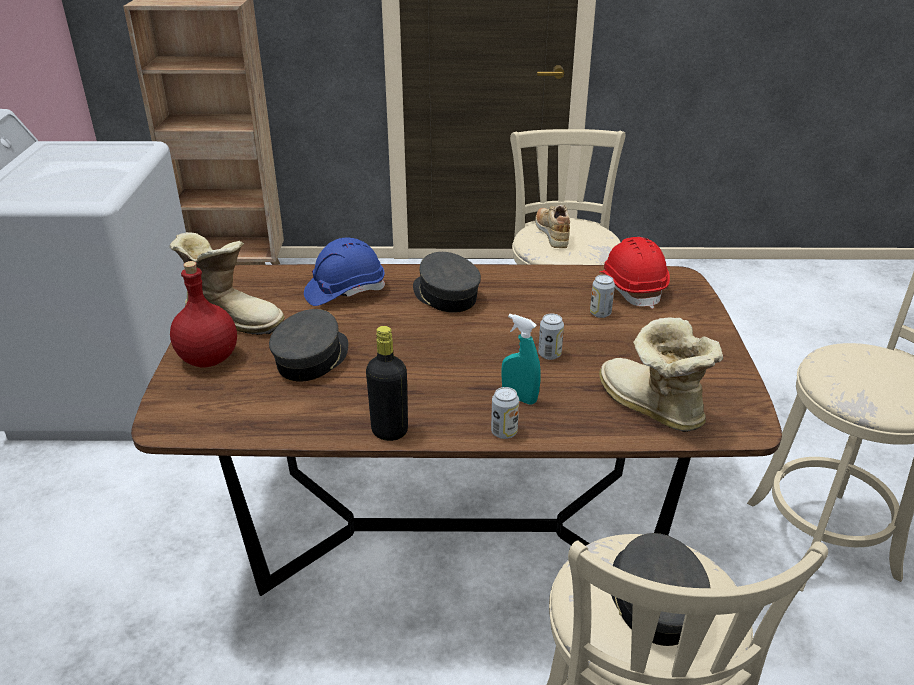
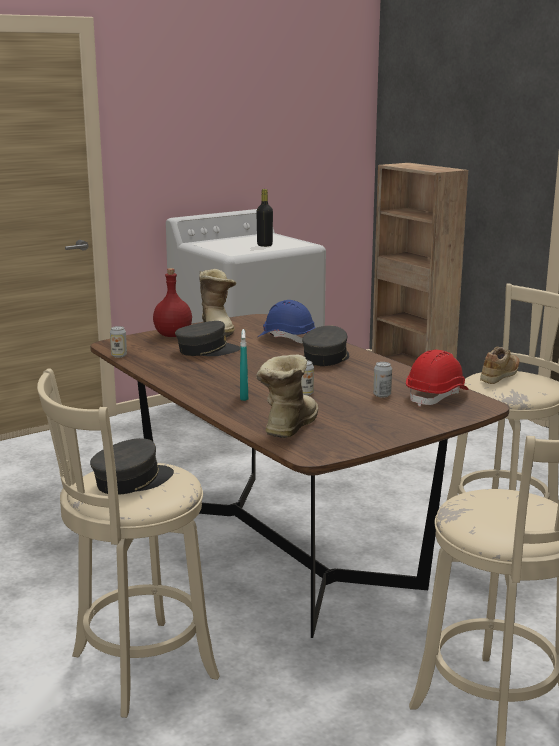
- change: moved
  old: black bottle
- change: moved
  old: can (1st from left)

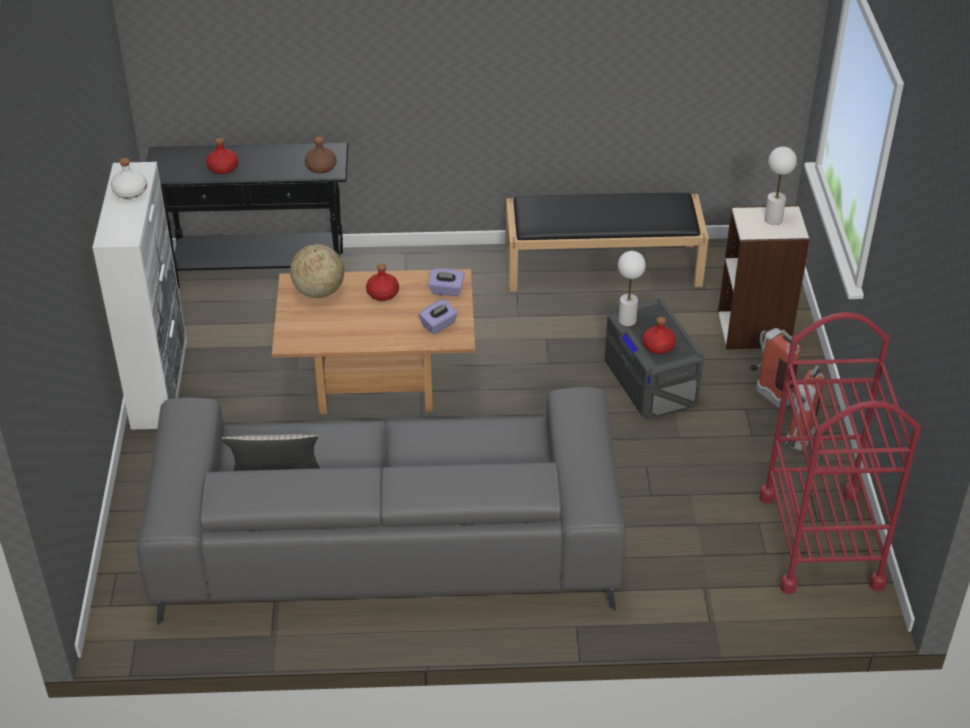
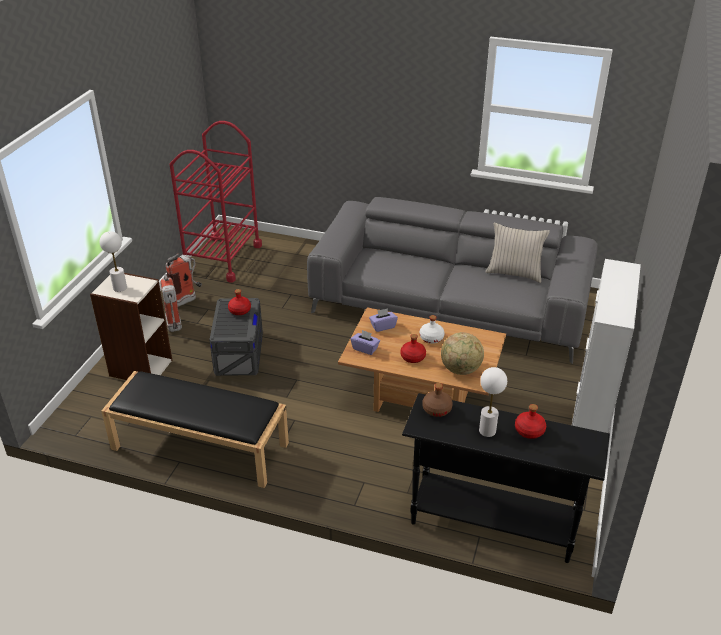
- change: moved
  old: white bottle
- change: moved
  old: white table lamp (1st from left in the first image)
  new: white table lamp (2nd from left)

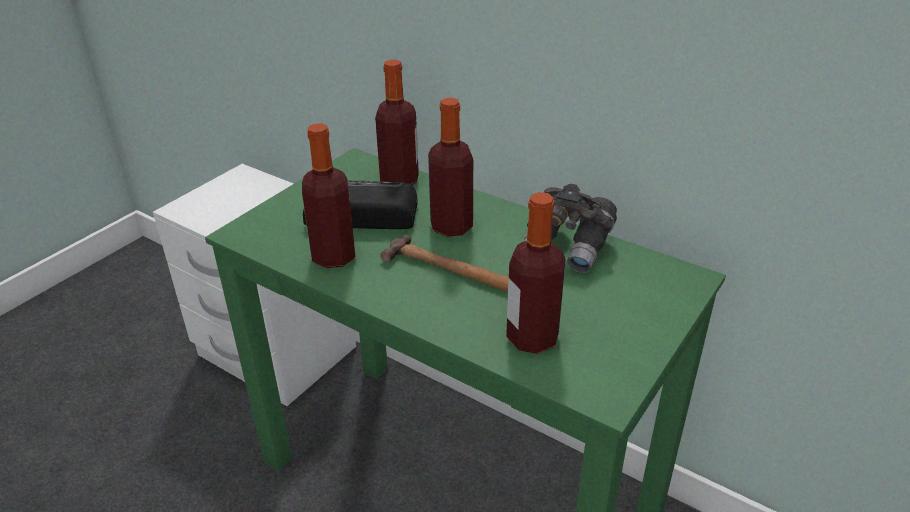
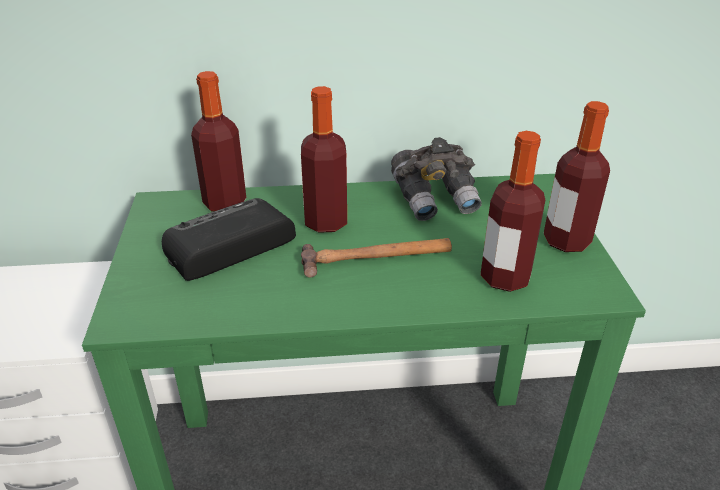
- change: moved
  old: bottle (1st from left in the first image)
  new: bottle (4th from left)

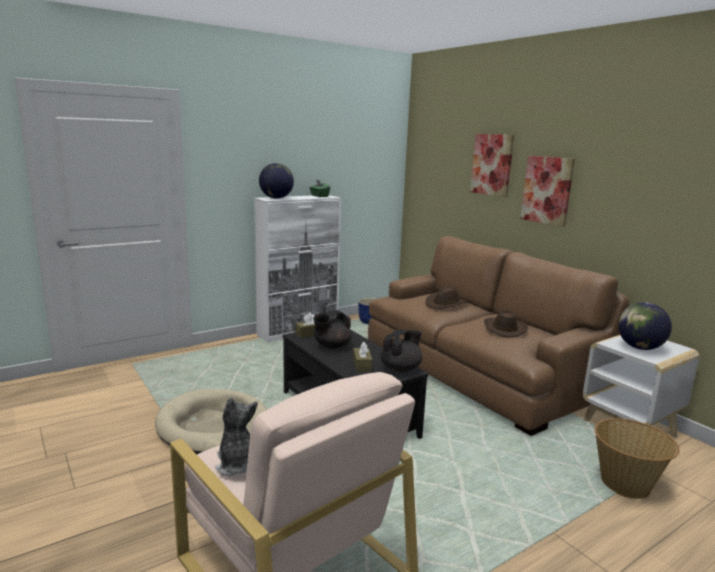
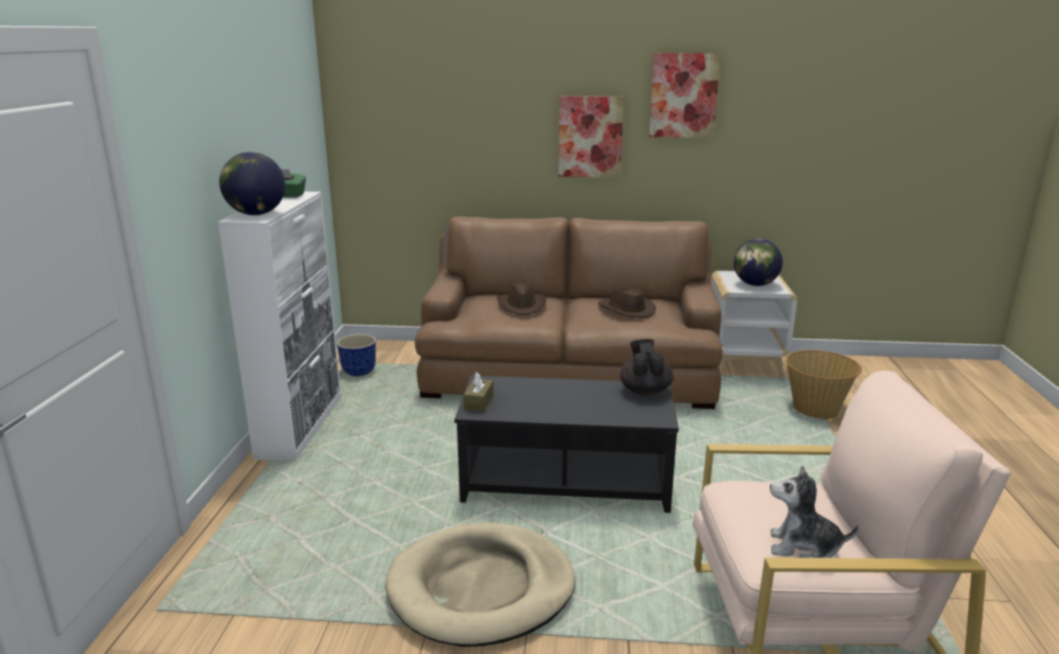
- change: removed
  old: black teapot (1st from left)
- change: removed
  old: brown tissue box (2nd from left)
- change: moved
  old: picture (1st from left in the first image)
  new: picture (2nd from left)

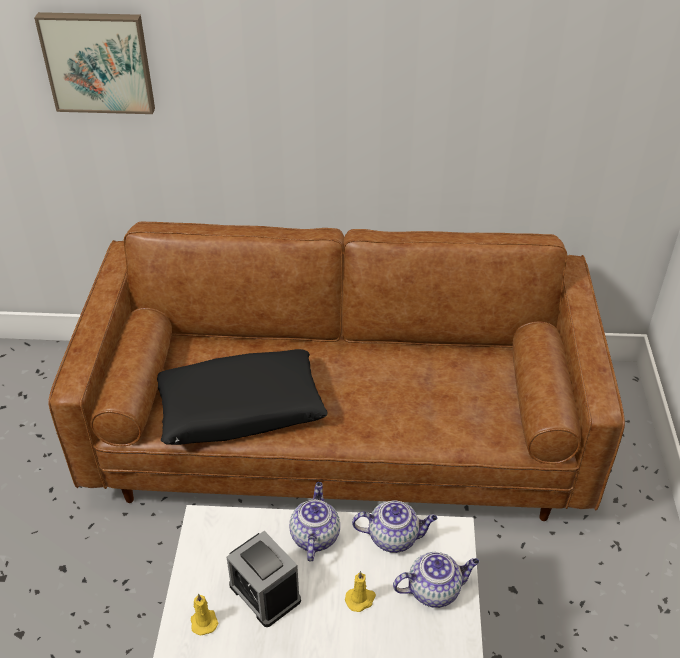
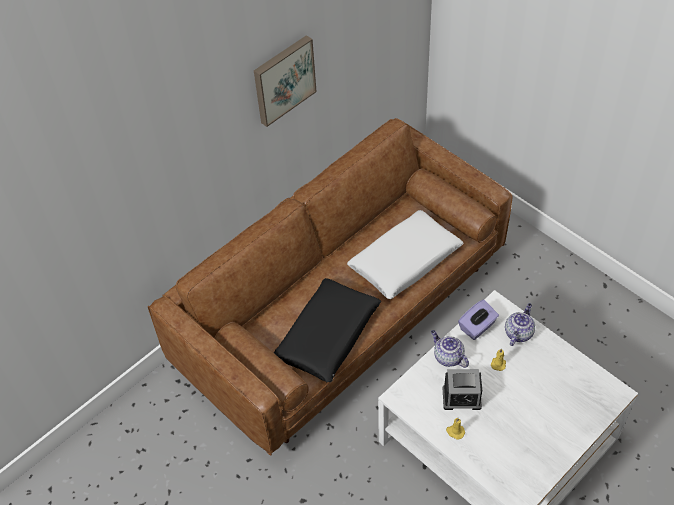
- change: added
  new: white pillow
- change: moved
  old: picture
- change: replaced
  old: teapot (2nd from left)
  new: purple tissue box

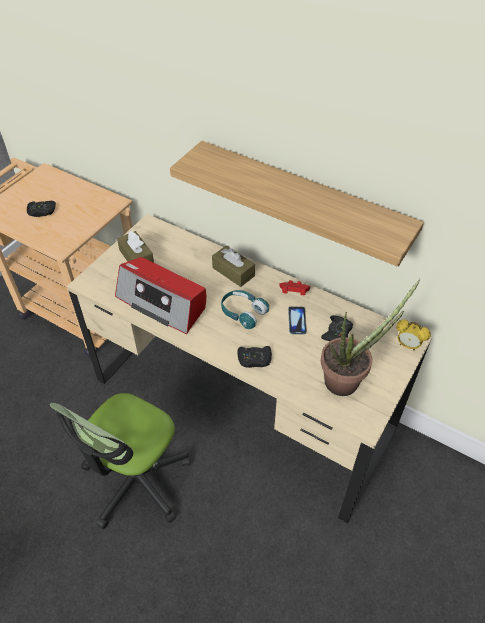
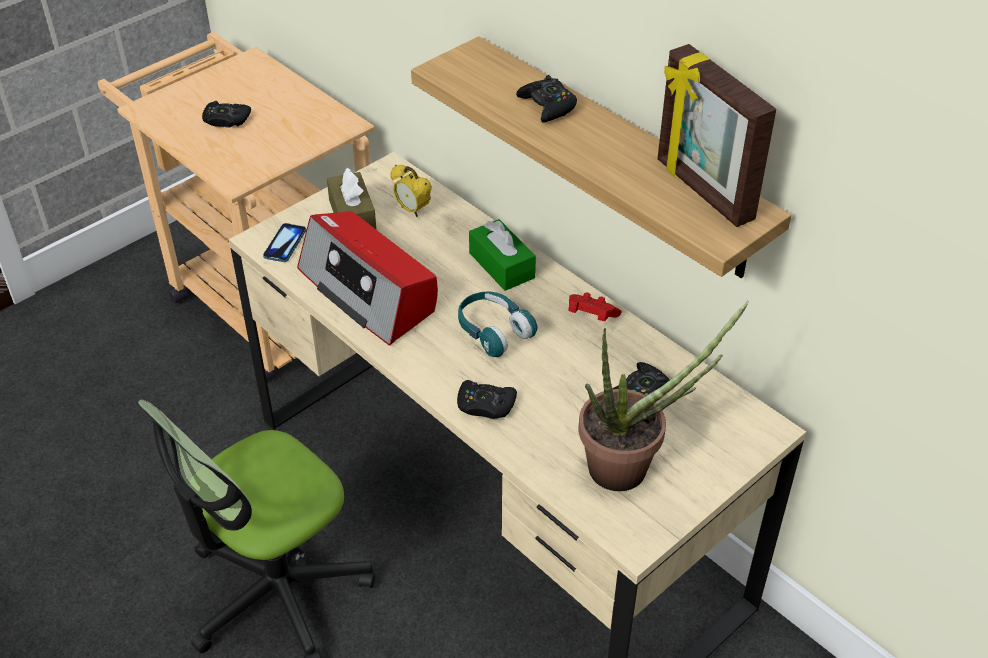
- change: added
  new: black game controller (3rd from left)
- change: added
  new: picture frame
- change: moved
  old: phone
- change: moved
  old: alarm clock
- change: recoloured
  old: brown tissue box (2nd from left)
  new: green tissue box

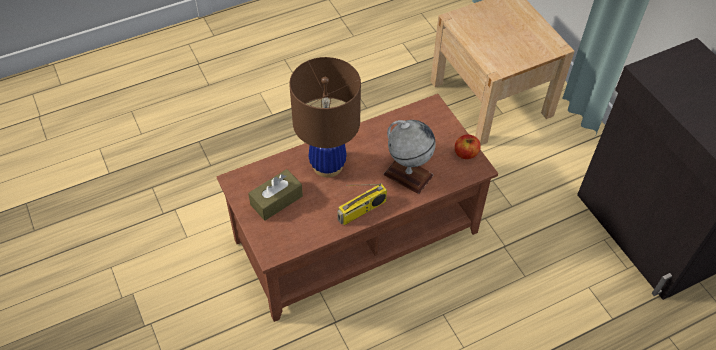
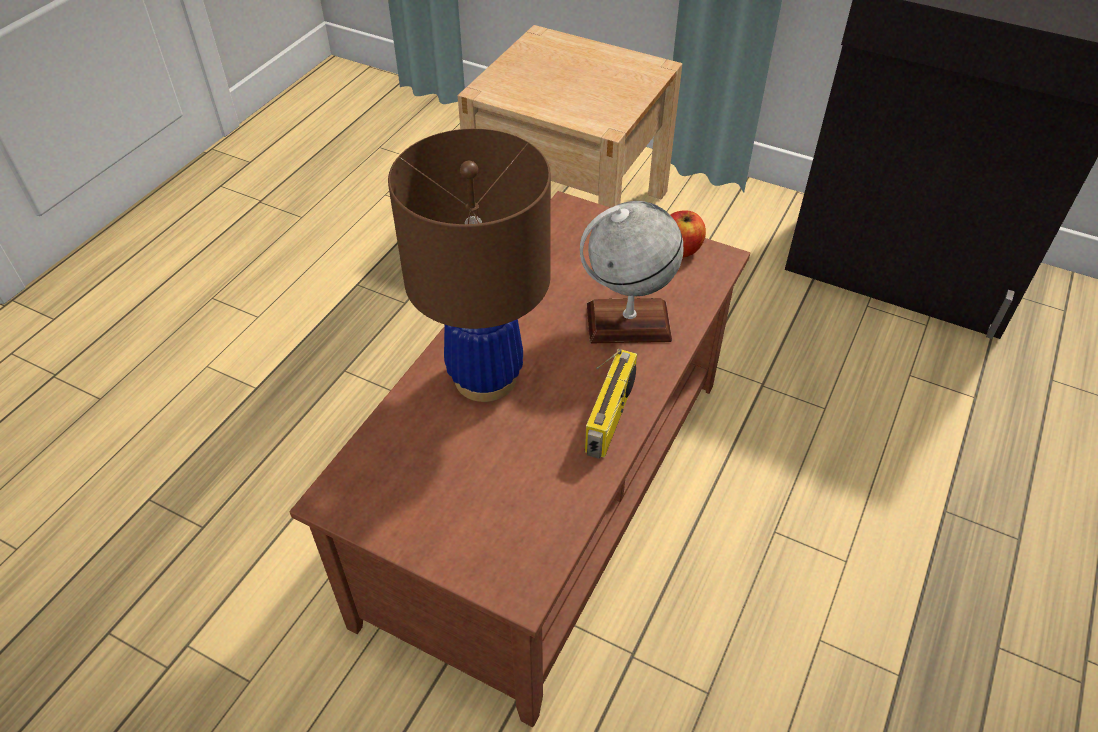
- change: removed
  old: brown tissue box

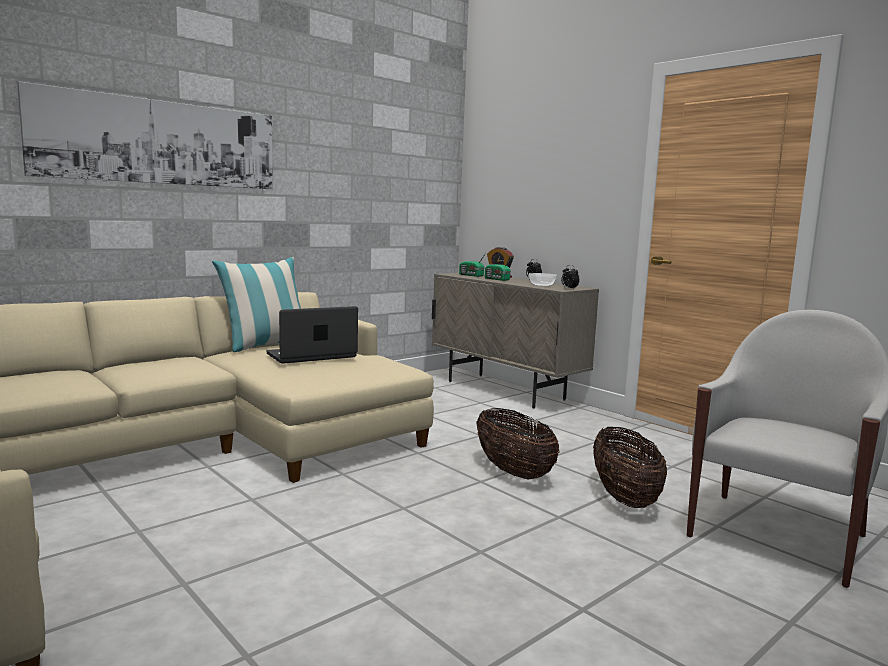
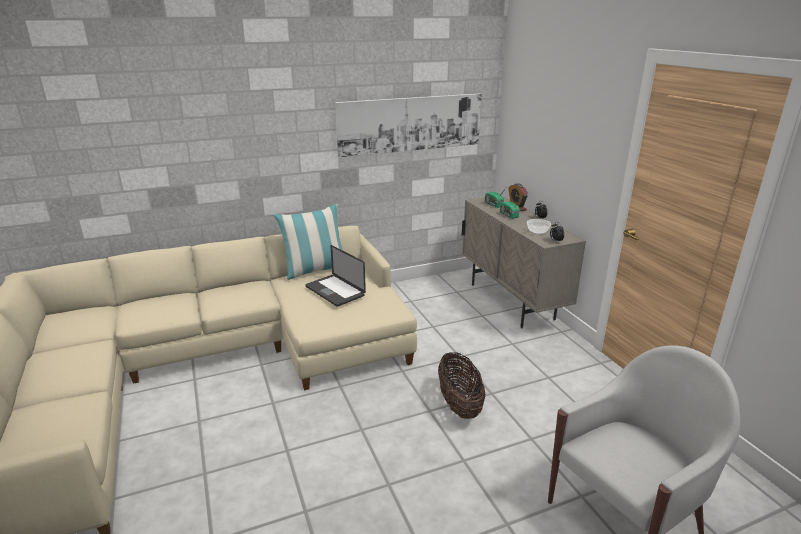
- change: removed
  old: basket (2nd from left)
- change: moved
  old: picture
- change: turned
  old: laptop
  degrees: -120

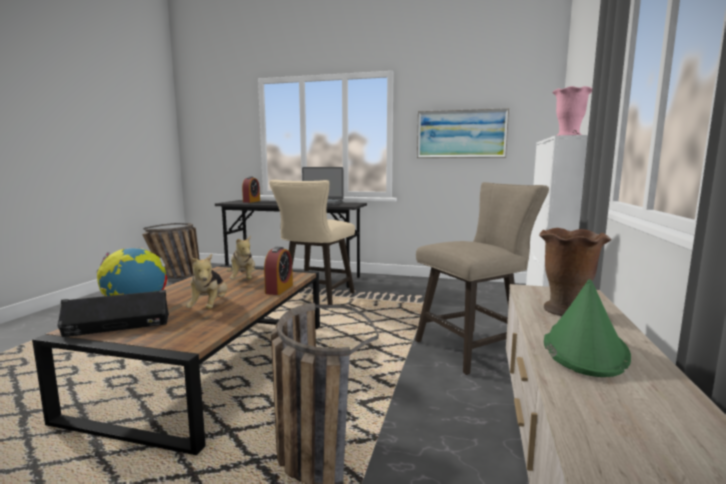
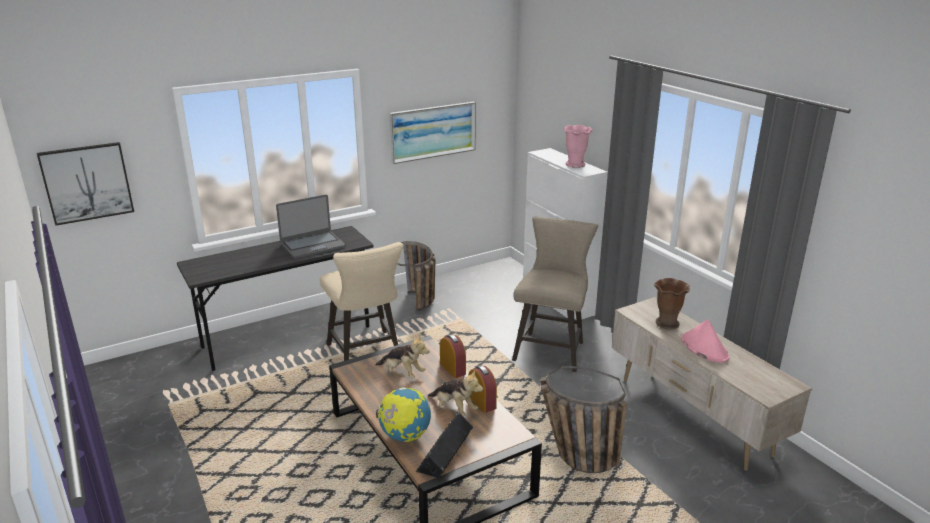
- change: added
  new: picture (1st from left)
- change: moved
  old: basket (1st from left)
- change: moved
  old: alarm clock (1st from left in the first image)
  new: alarm clock (2nd from left)
- change: recoloured
  old: green hat
  new: pink hat

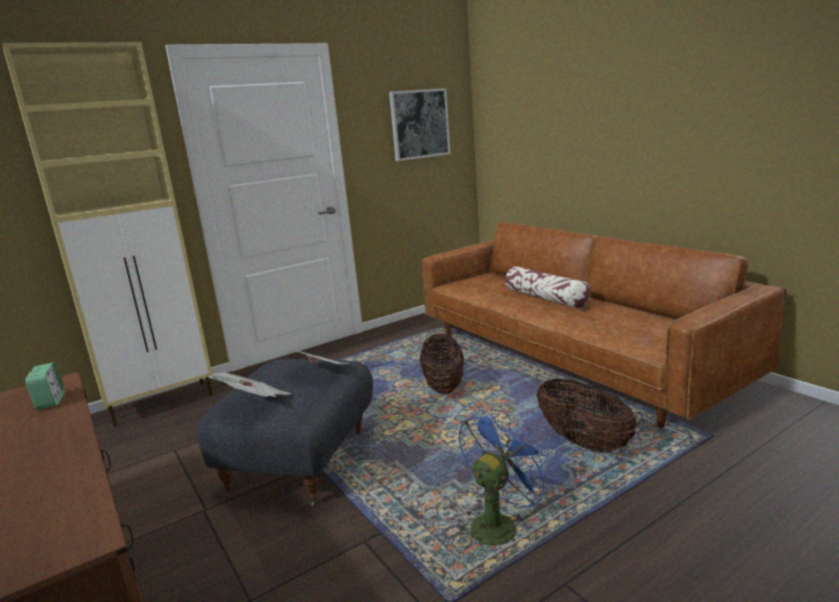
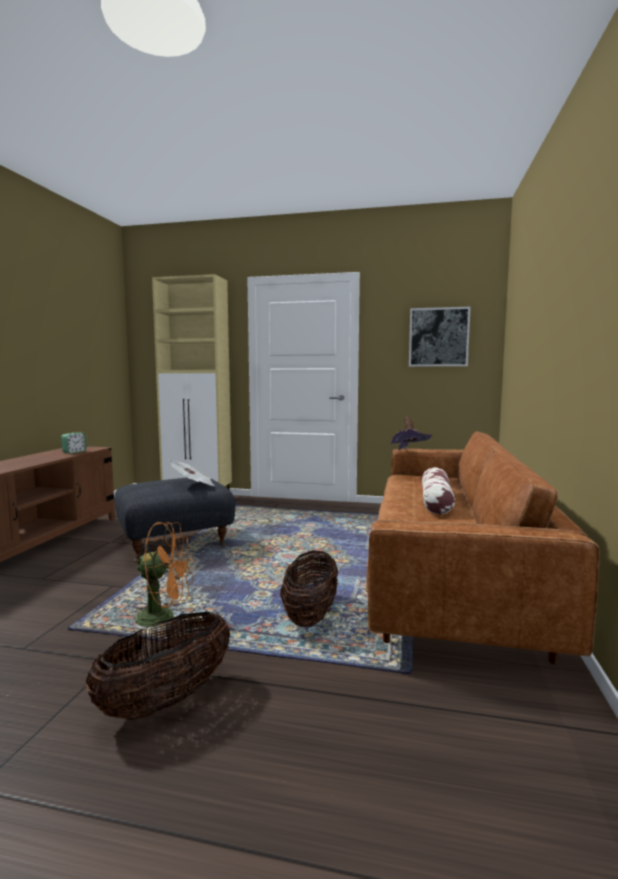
- change: removed
  old: newspaper (1st from left)
- change: added
  new: brown hat
- change: moved
  old: basket (1st from left)
- change: recoloured
  old: blue fan
  new: orange fan

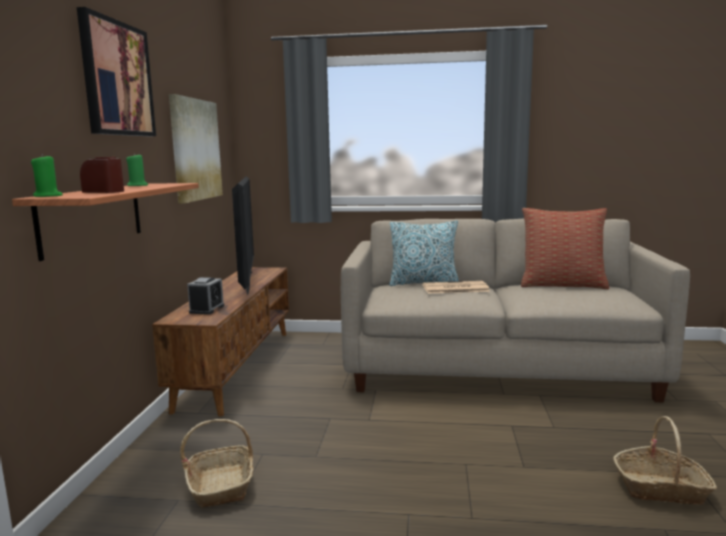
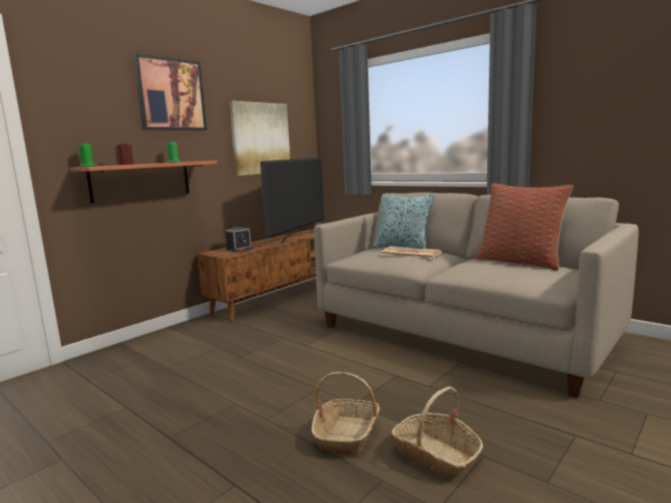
- change: moved
  old: basket (1st from left)

